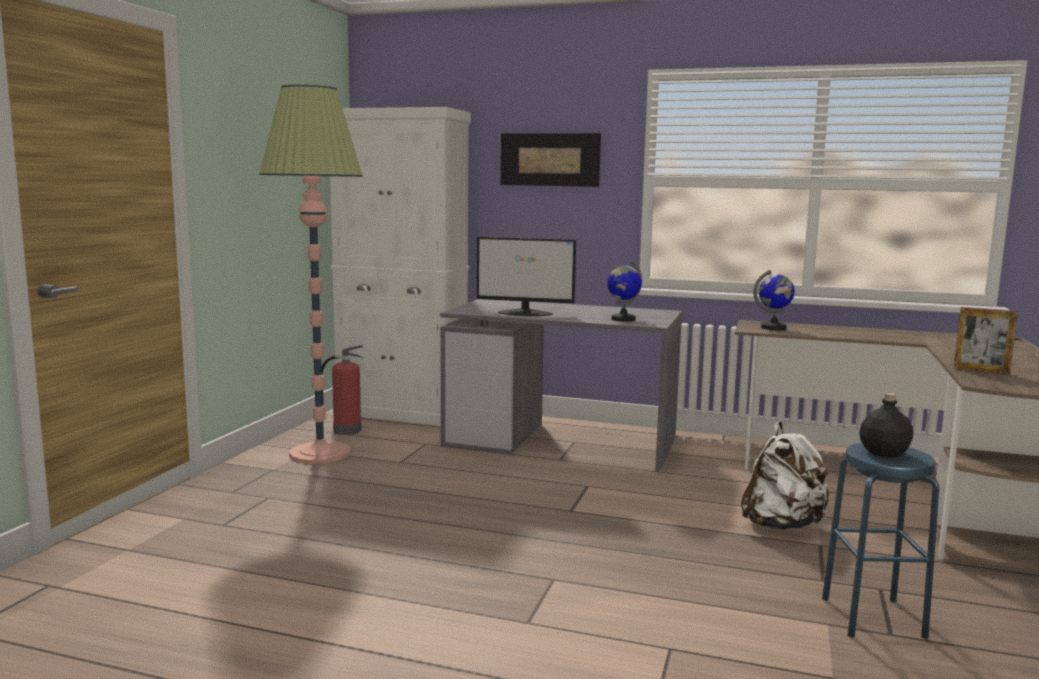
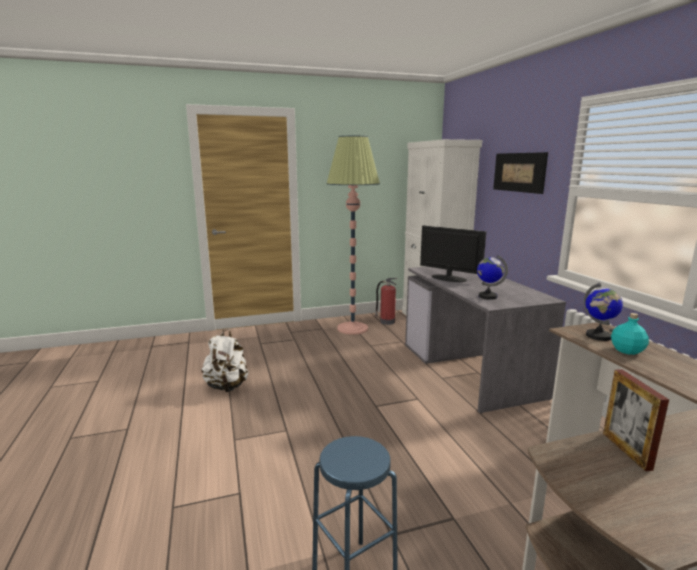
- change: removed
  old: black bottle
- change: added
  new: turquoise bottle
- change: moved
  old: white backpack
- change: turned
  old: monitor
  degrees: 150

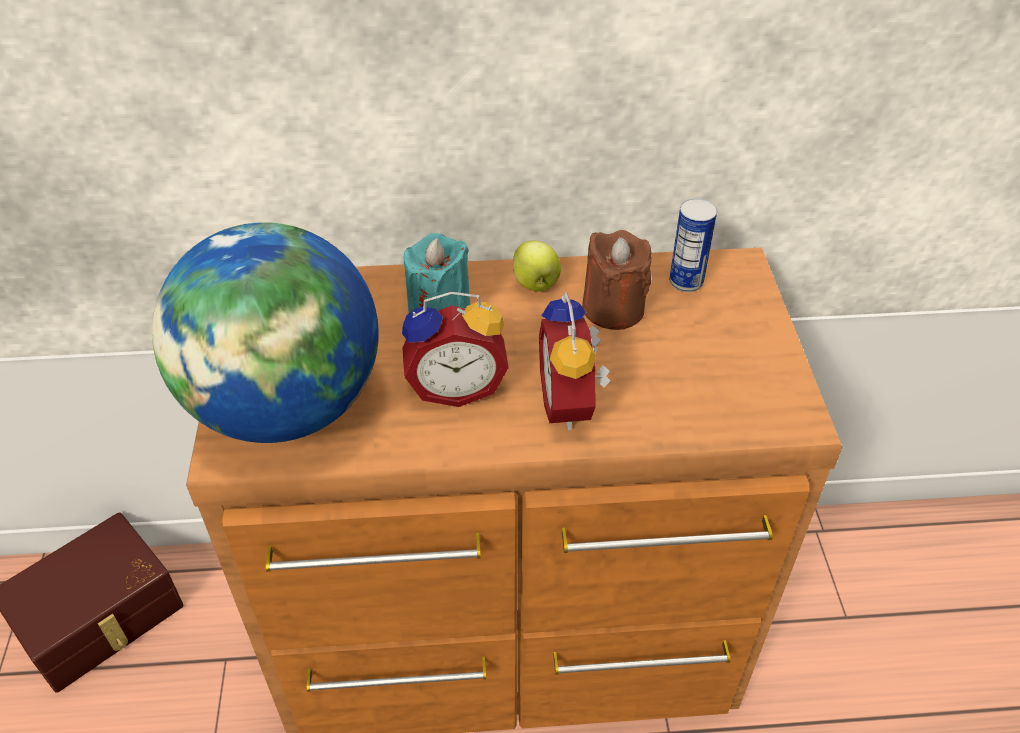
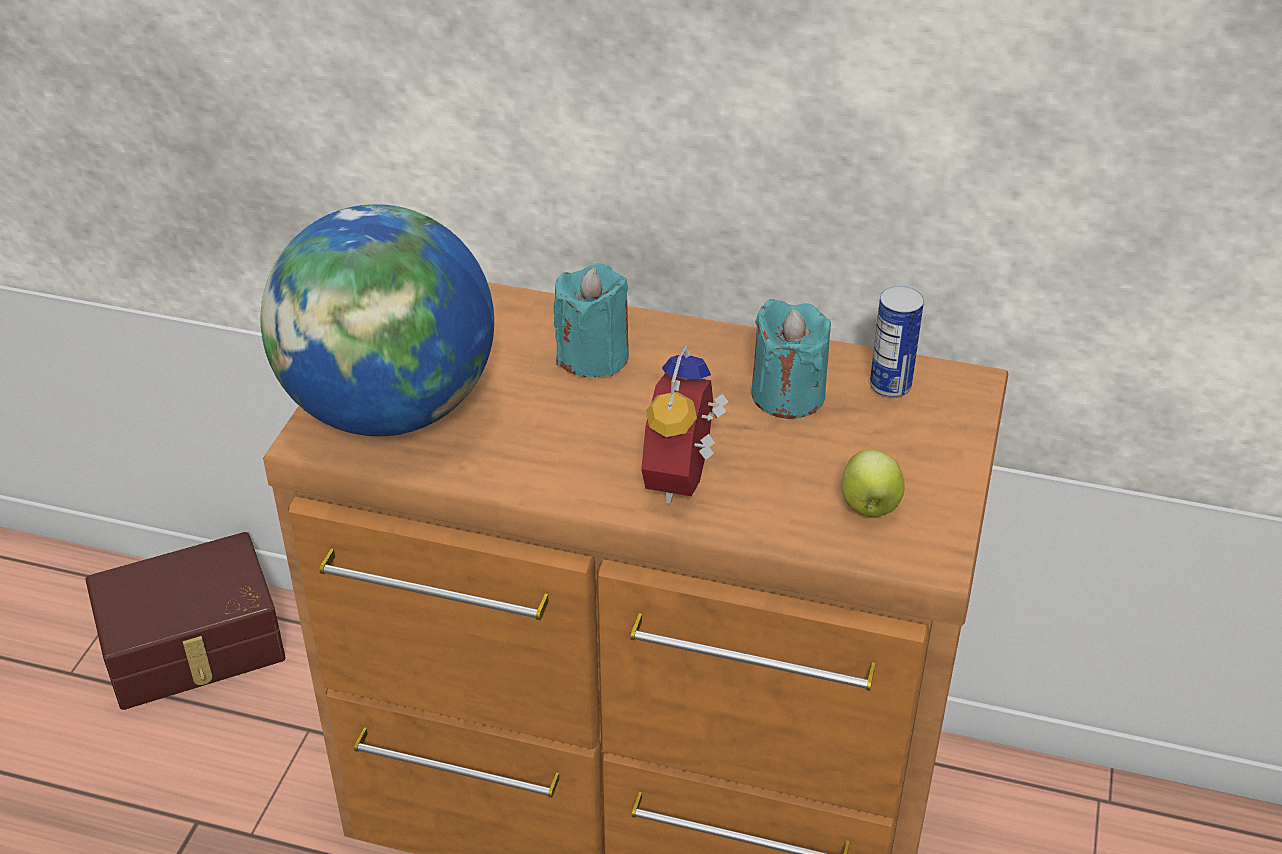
- change: removed
  old: alarm clock (1st from left)
- change: moved
  old: apple
- change: recoloured
  old: brown candle
  new: turquoise candle (2nd from left)

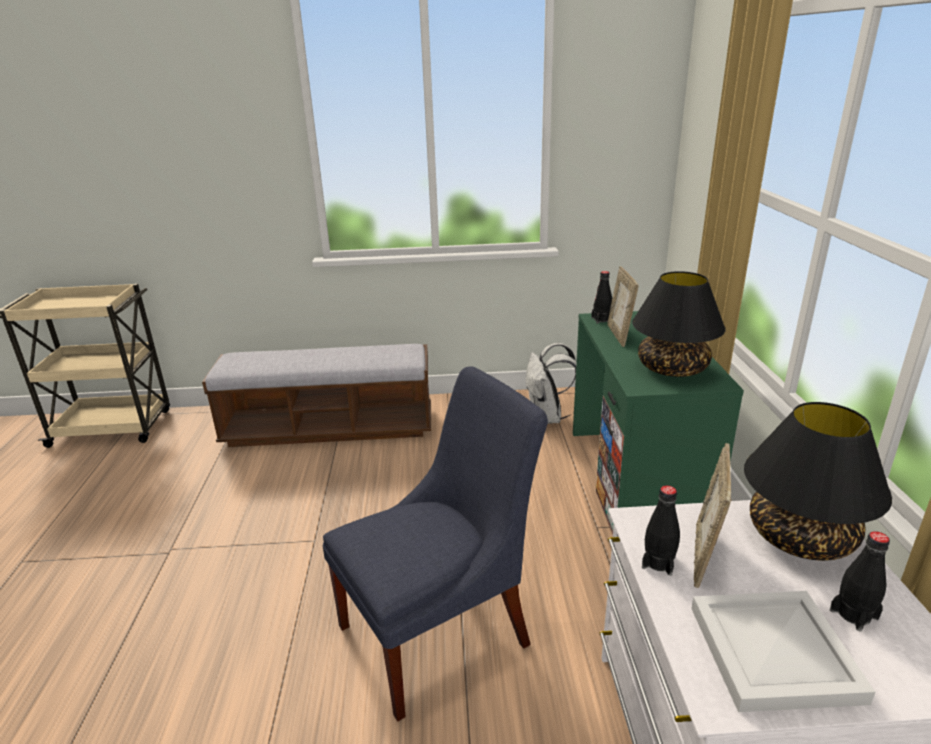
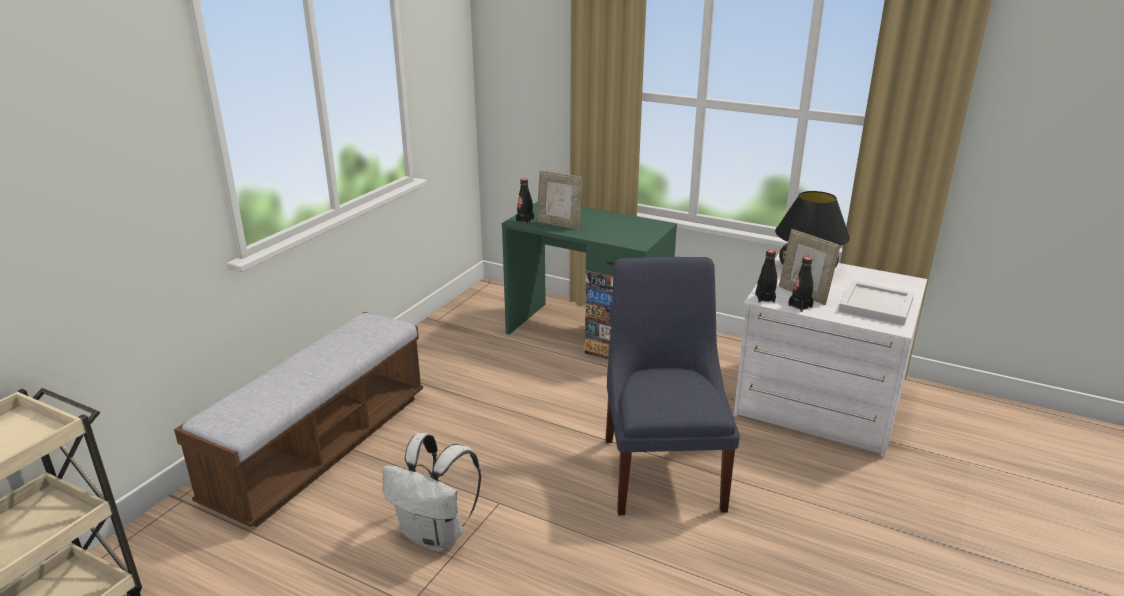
- change: removed
  old: black table lamp (1st from left)
- change: moved
  old: white backpack
- change: moved
  old: black bottle (3rd from left in the first image)
  new: black bottle (2nd from left)

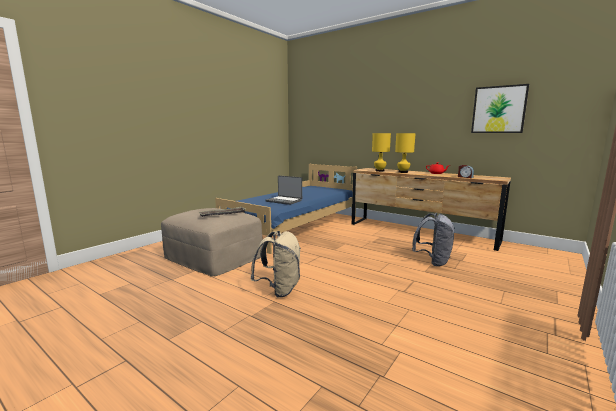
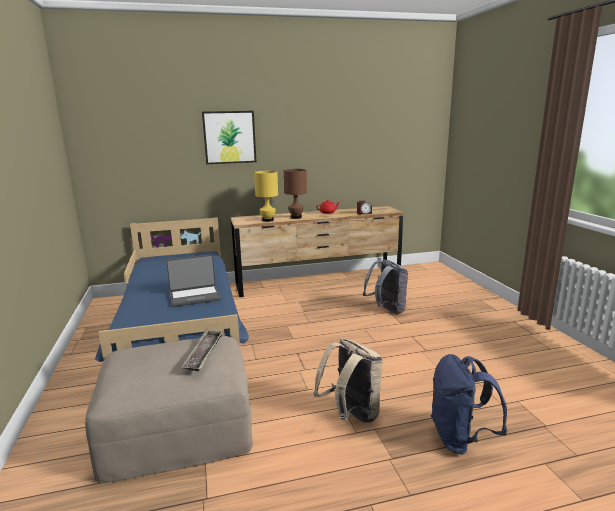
- change: added
  new: blue backpack
- change: moved
  old: picture
- change: recoloured
  old: yellow table lamp (2nd from left)
  new: brown table lamp

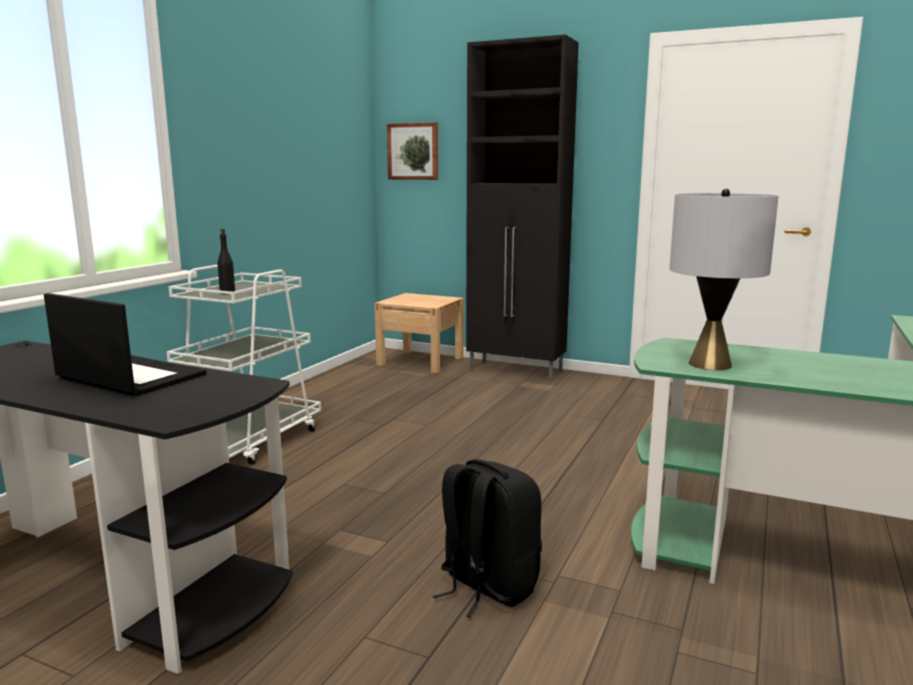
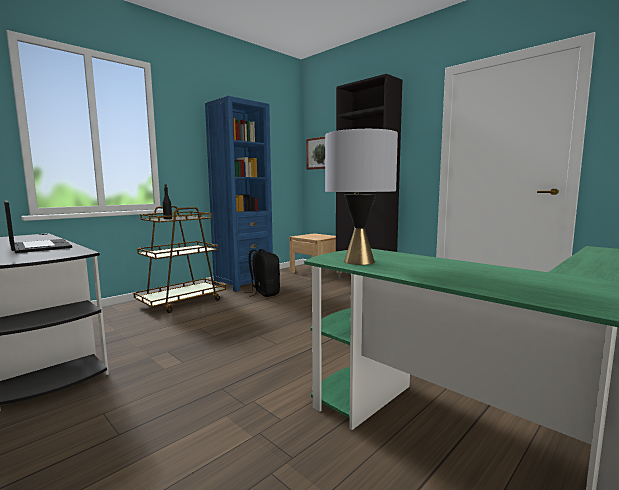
- change: added
  new: blue bookcase
- change: moved
  old: black backpack
- change: recoloured
  old: white cart
  new: brown cart

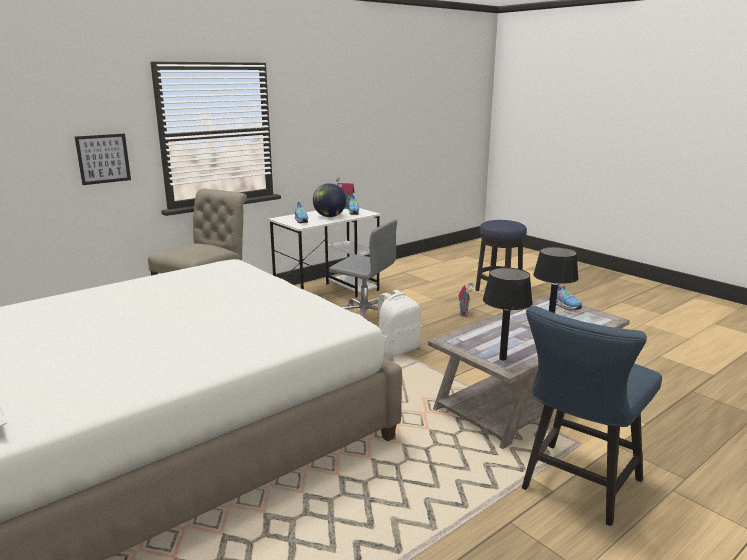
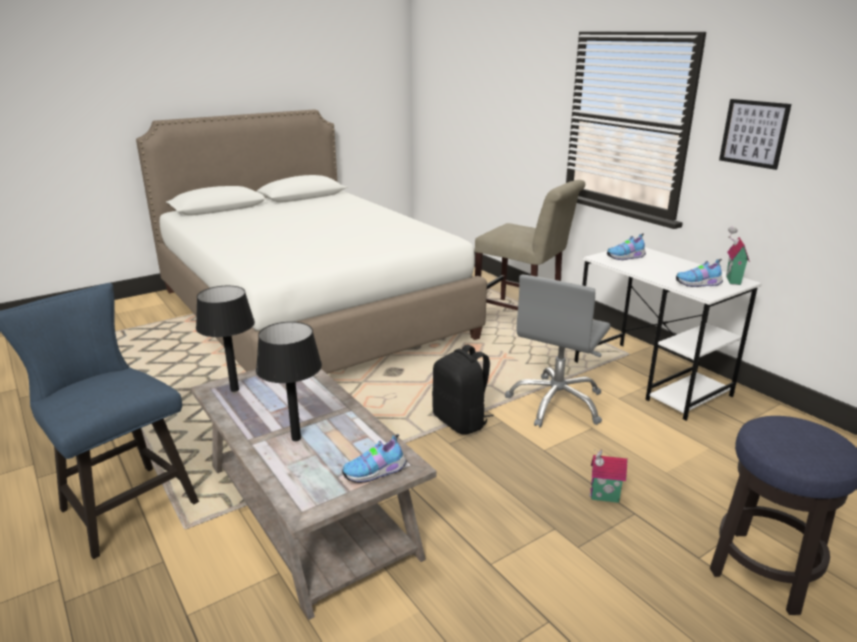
- change: removed
  old: globe
- change: moved
  old: picture
- change: recoloured
  old: white backpack
  new: black backpack

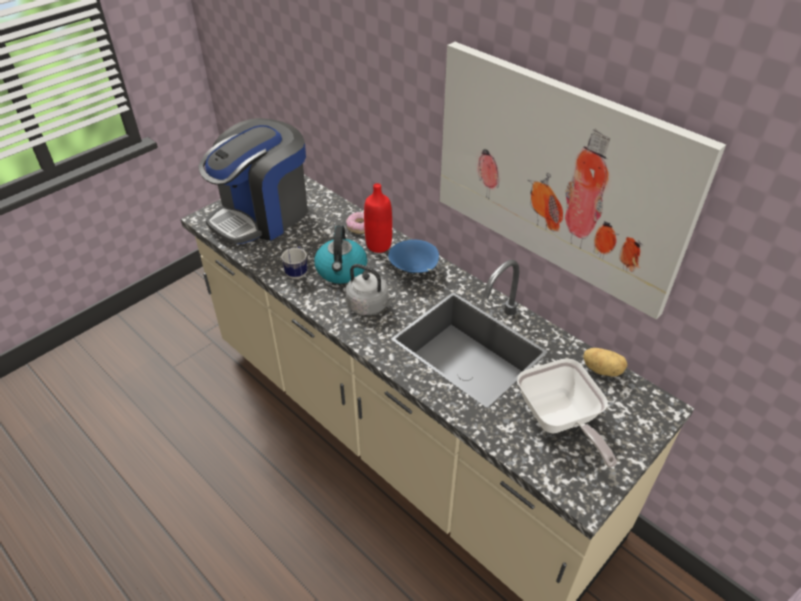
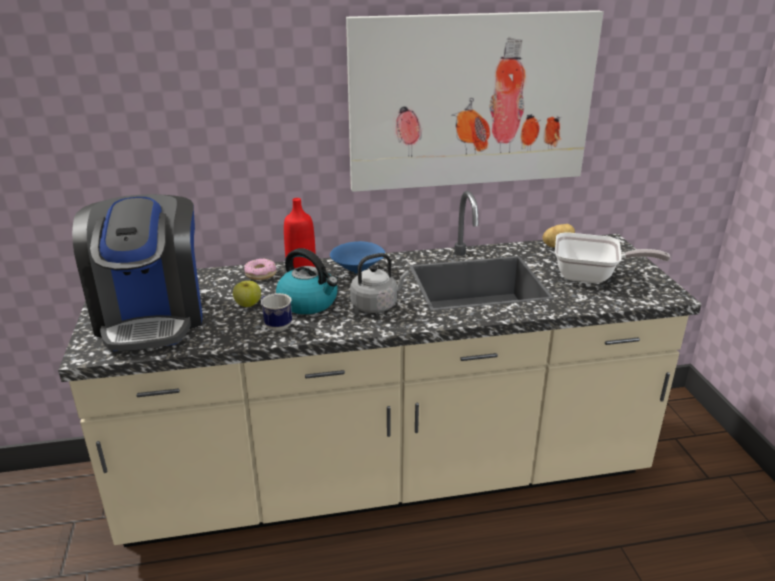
- change: added
  new: apple

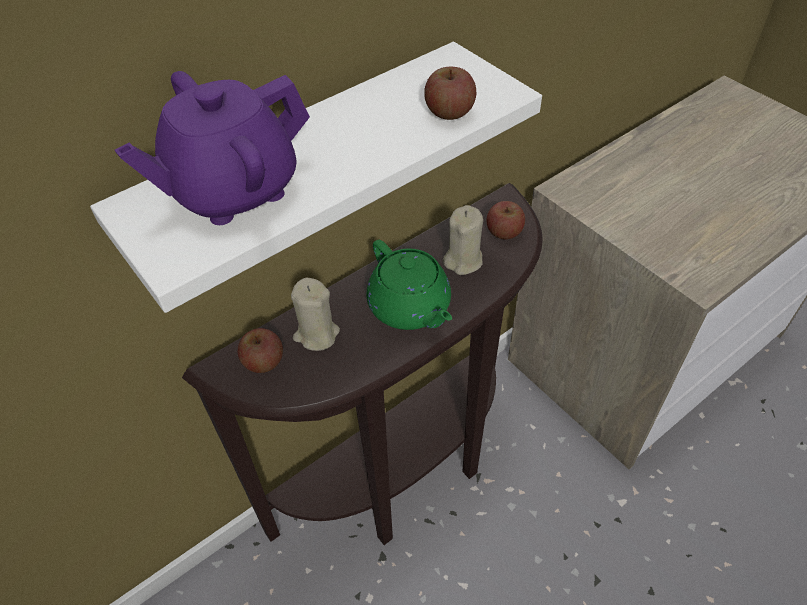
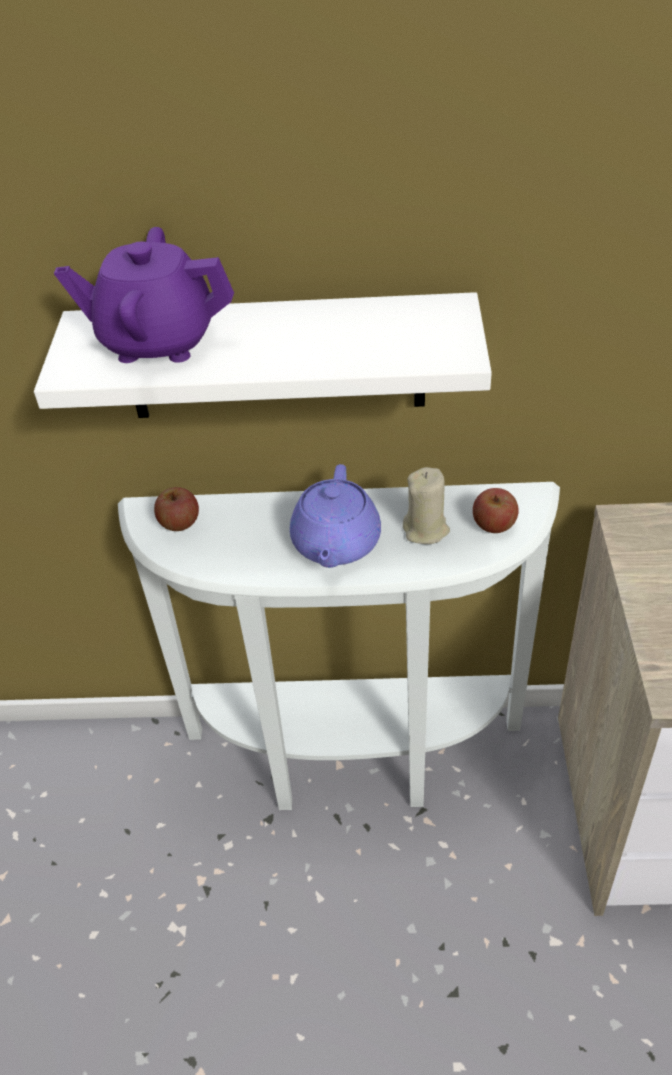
- change: removed
  old: beige candle (1st from left)
- change: removed
  old: apple (2nd from left)
- change: recoloured
  old: brown console table
  new: white console table
- change: recoloured
  old: green teapot
  new: purple teapot (2nd from left)

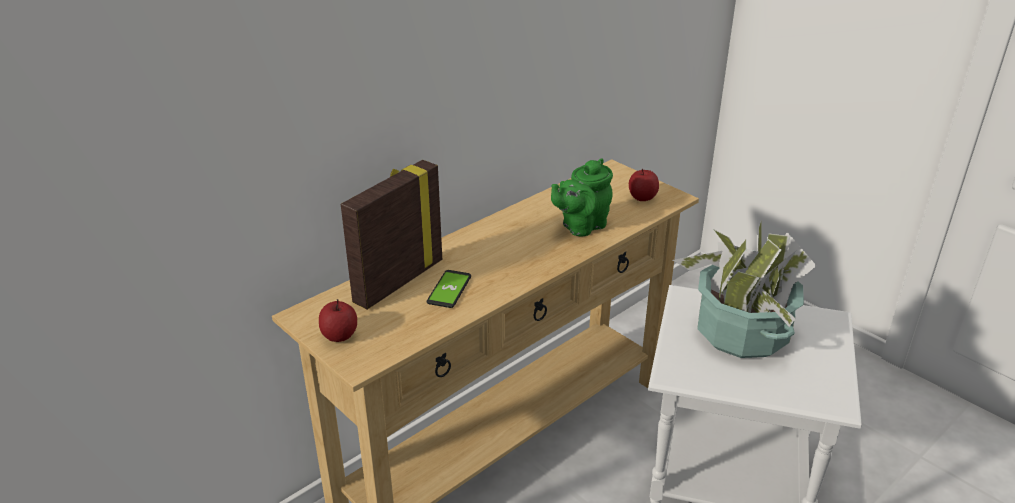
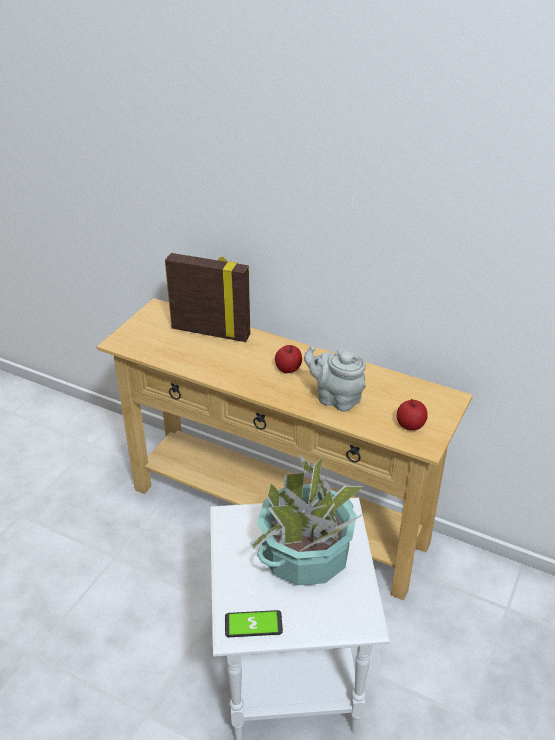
- change: moved
  old: apple (1st from left)
- change: moved
  old: phone
- change: recoloured
  old: green teapot
  new: grey teapot

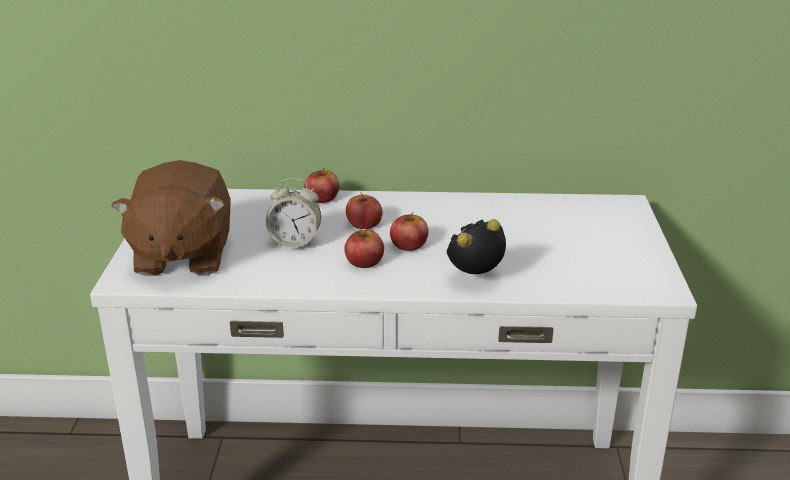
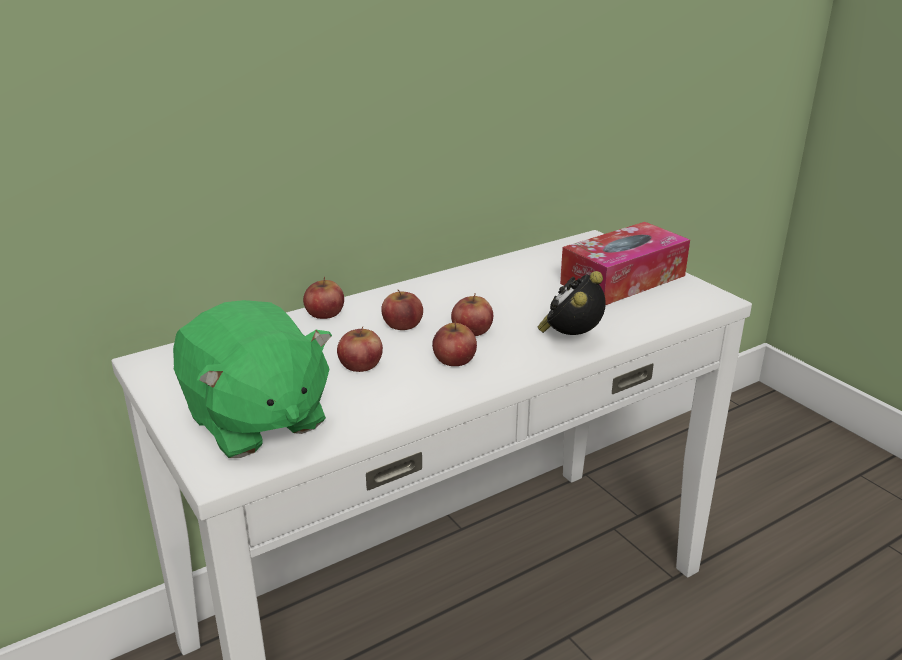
- change: added
  new: tissue box
- change: replaced
  old: alarm clock (1st from left)
  new: apple (2nd from left)
- change: recoloured
  old: brown plush toy
  new: green plush toy

